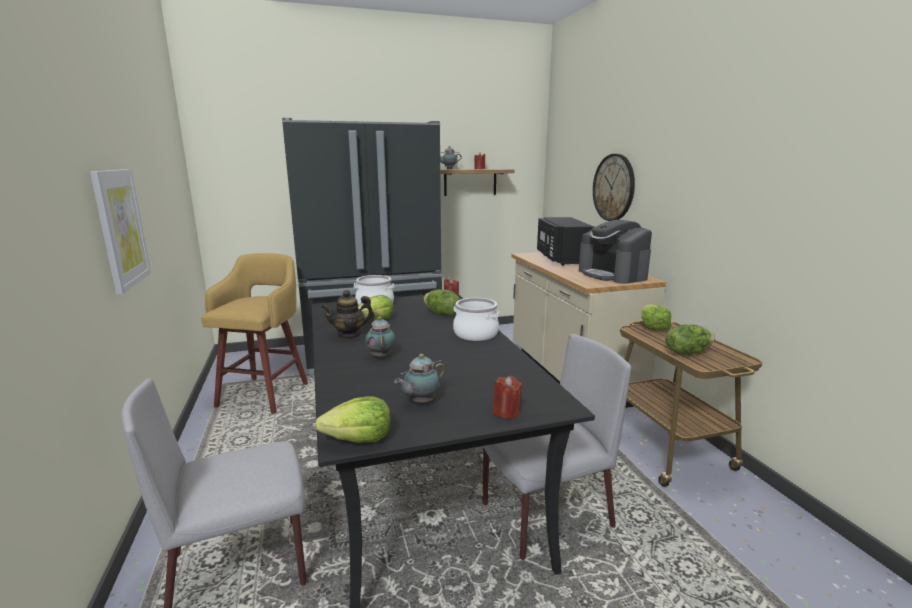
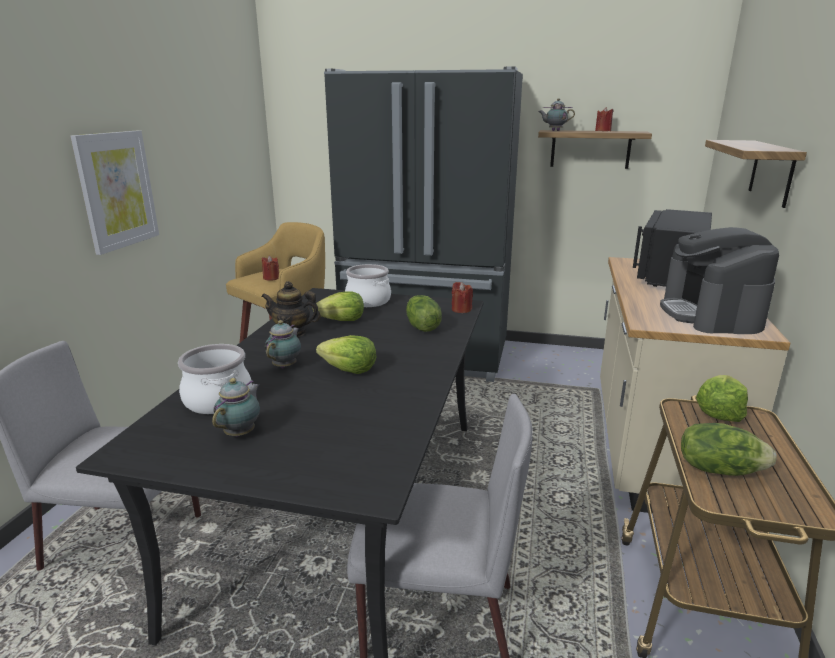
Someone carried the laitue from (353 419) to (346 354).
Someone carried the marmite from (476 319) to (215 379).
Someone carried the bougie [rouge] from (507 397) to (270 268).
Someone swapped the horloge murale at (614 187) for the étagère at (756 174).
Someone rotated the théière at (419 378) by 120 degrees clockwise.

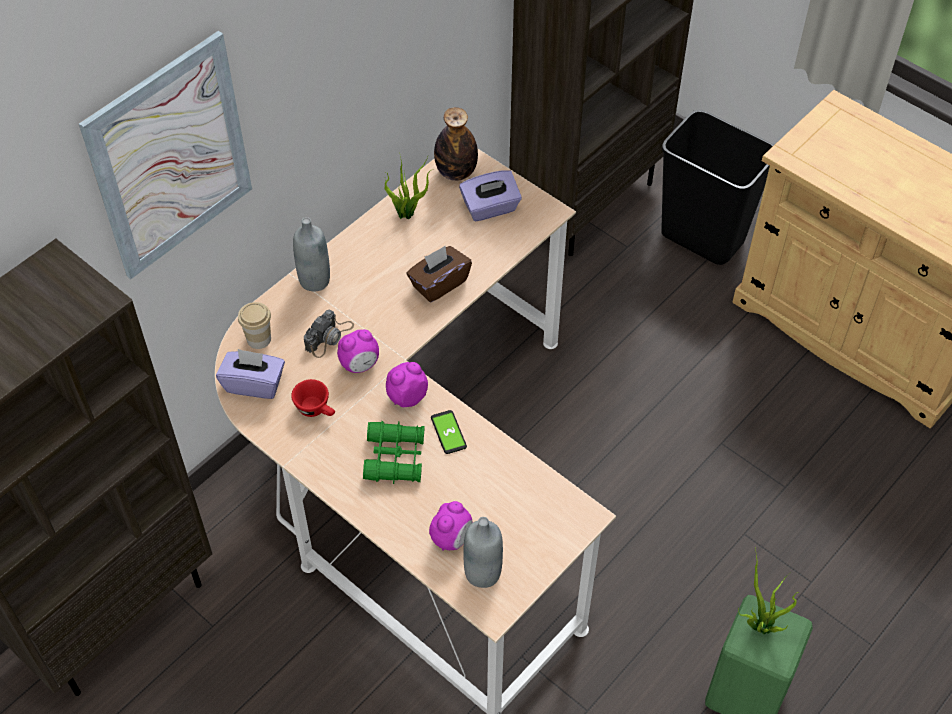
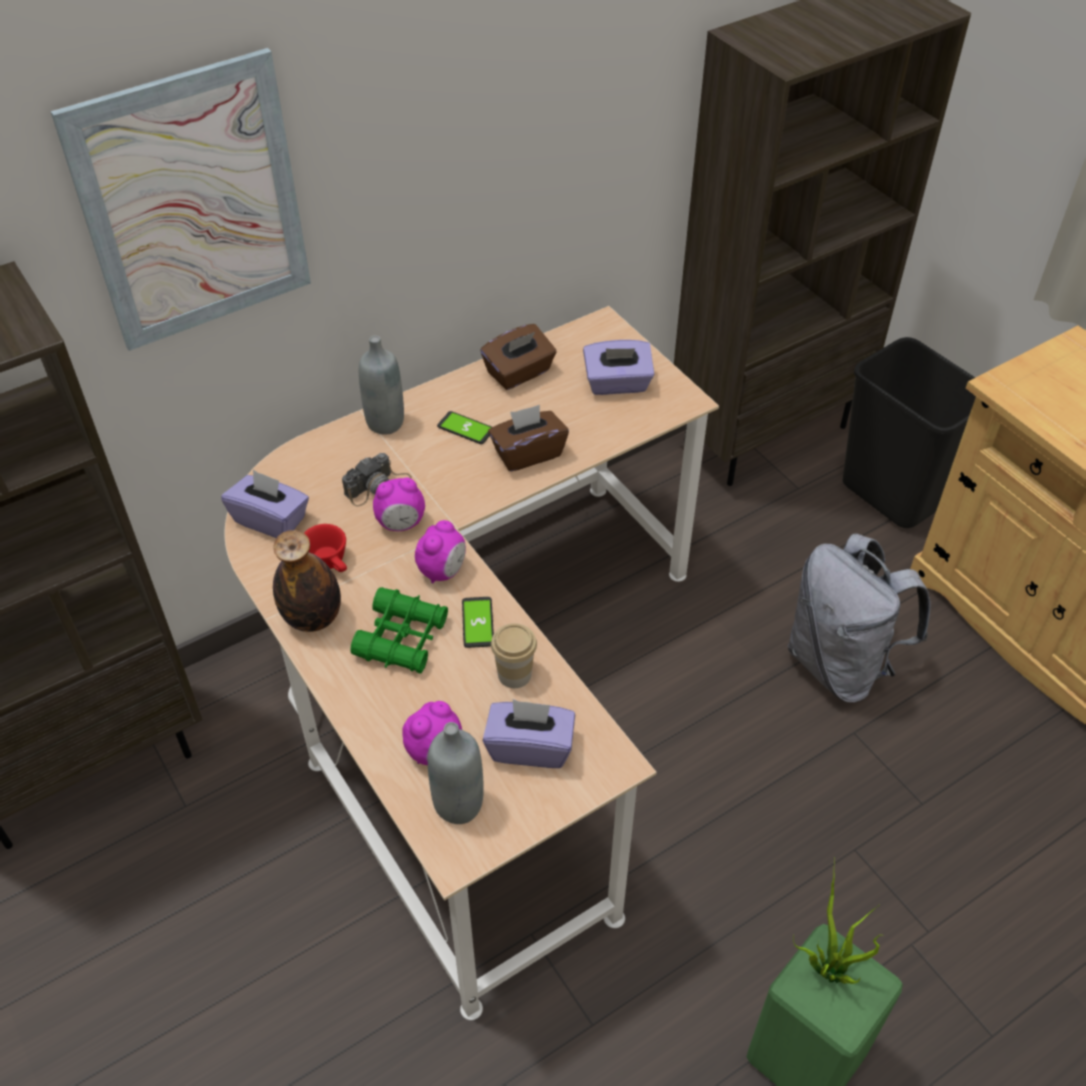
Someone put down the téléphone at (464 427).
Someone put down the boîte à mouchoirs [violet] at (529 733).
Someone put down the sac à dos [gris] at (859 617).
Someone carried the tasse from (254 325) to (514 655).
Someone carried the bouteille from (456 144) to (307 581).
Someone swapped the plante en pot at (409 188) for the boîte à mouchoirs [marron] at (518 357).
Someone rotated the réveil at (407 384) by 135 degrees clockwise.

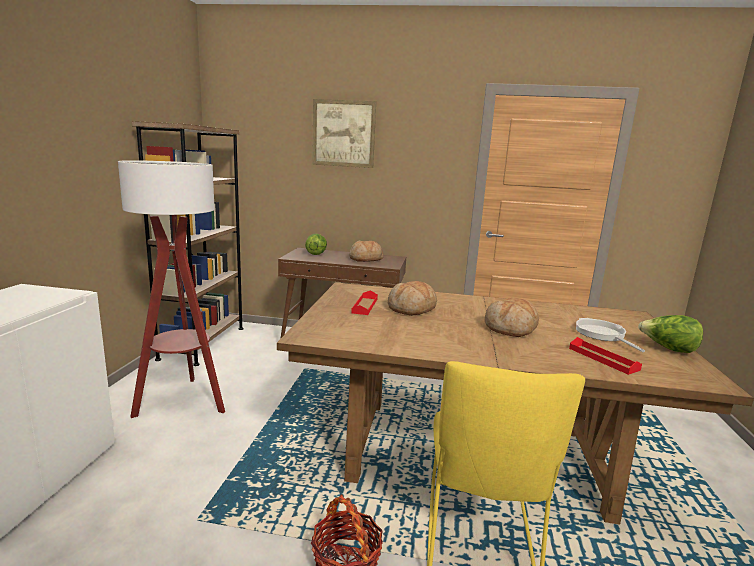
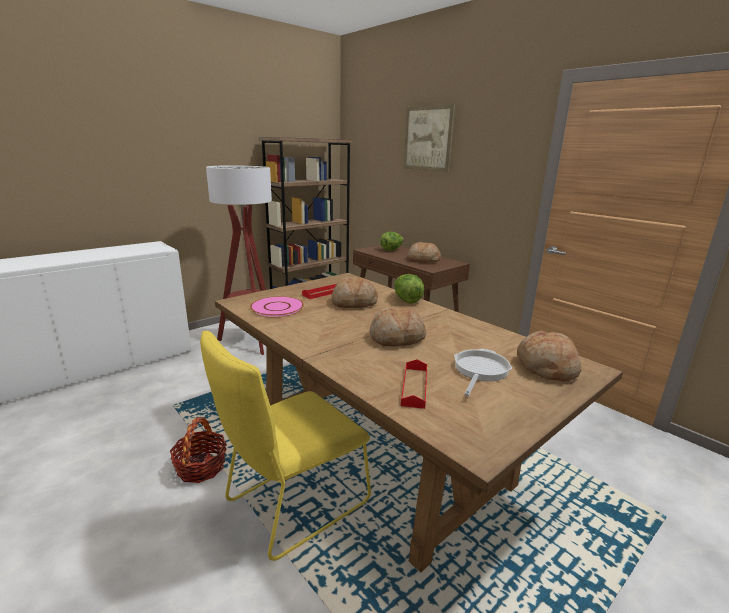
Someone put down the assiette [rose] at (277 306).
Someone put down the pain at (549 356).
Someone carried the laitue from (670 334) to (409 289).

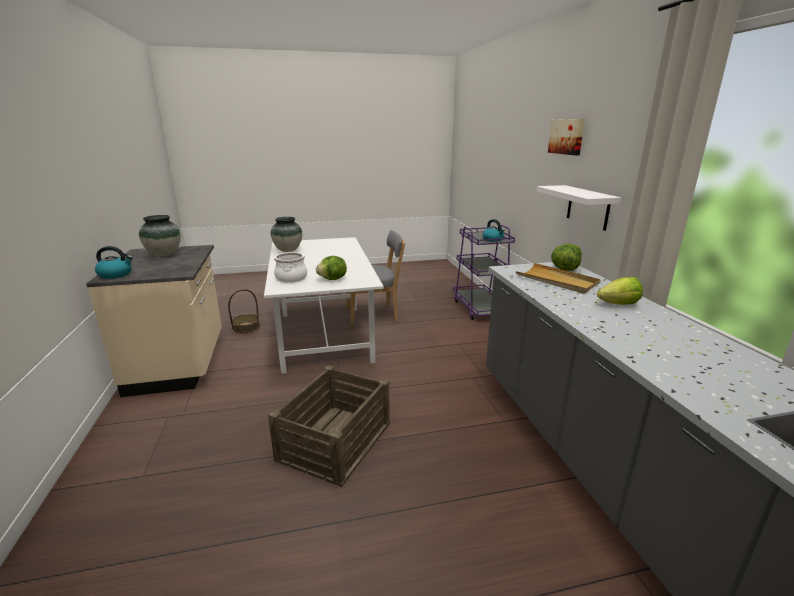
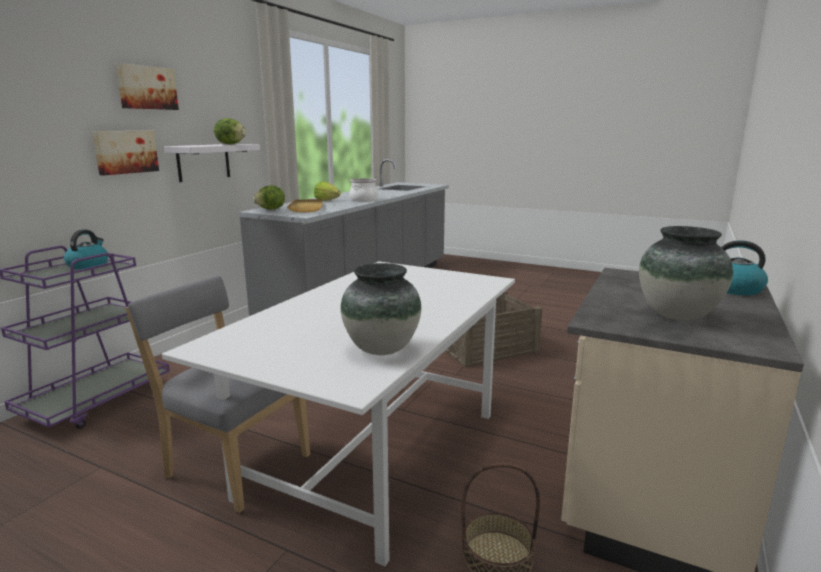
Someone put up the tableau at (125 153).
Someone carried the marmite from (290 267) to (363 190).
Someone carried the laitue from (331 268) to (230 131).

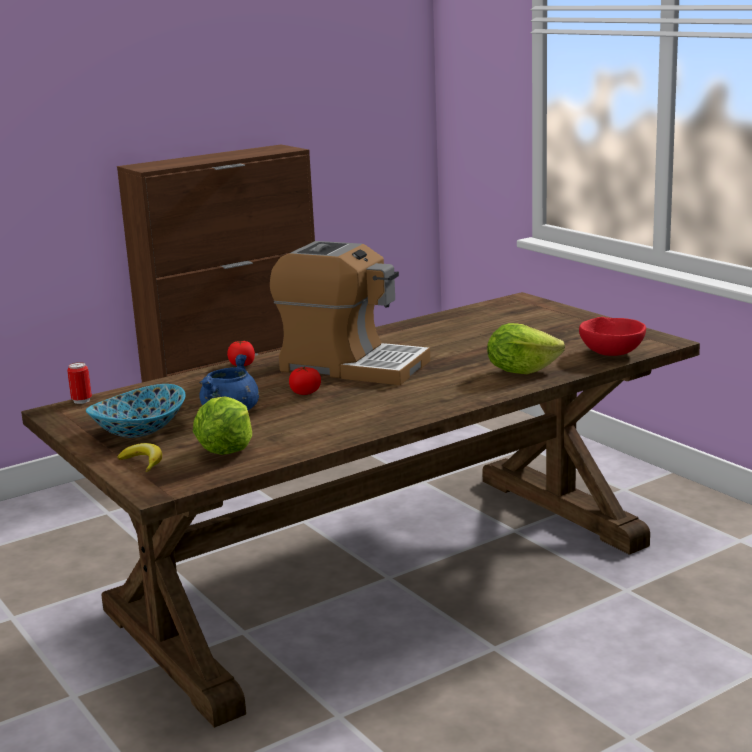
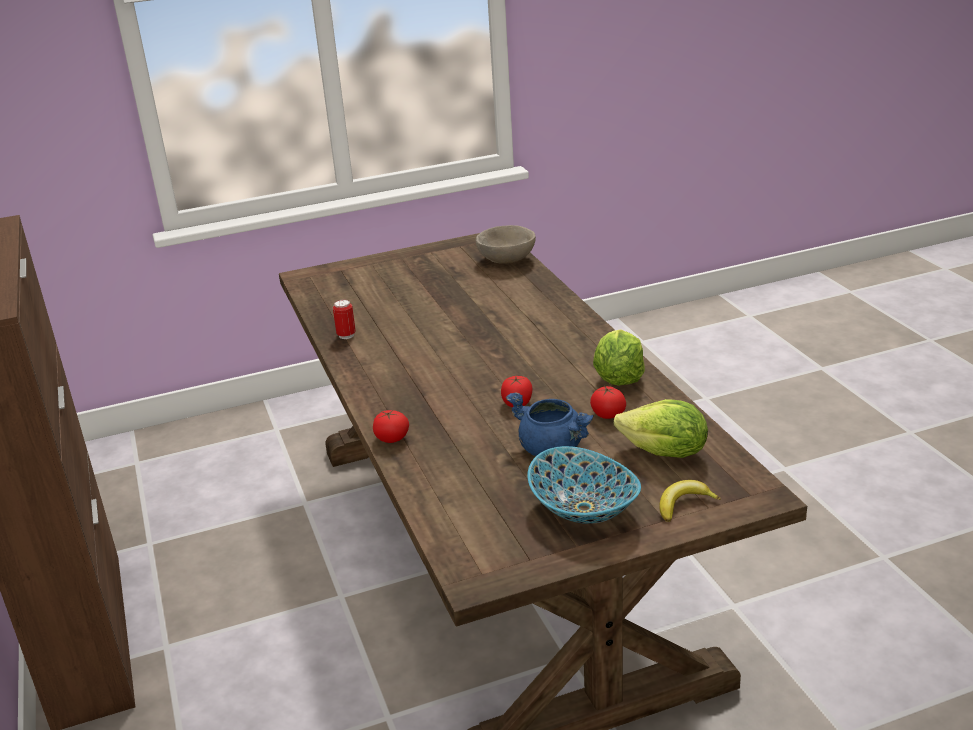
Someone took away the machine à café at (350 313).
Someone put down the tomate at (608 402).
Someone carried the boîte métallique from (79 383) to (344 319).
Someone carried the laitue from (526 348) to (619 357).
Someone repainted the bol [rouge] at (612 336), which became the bol [beige] at (505 244).

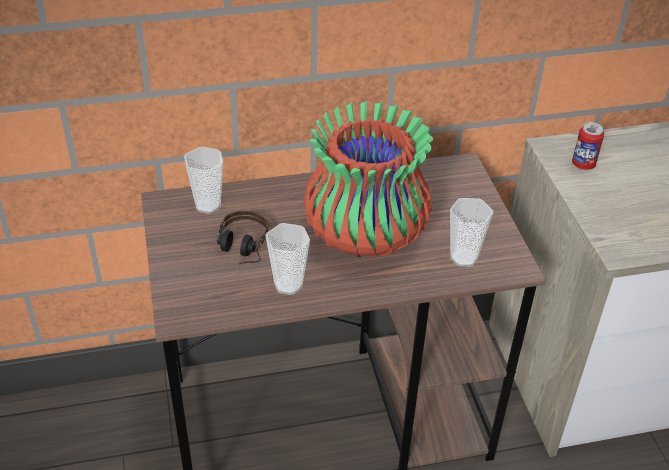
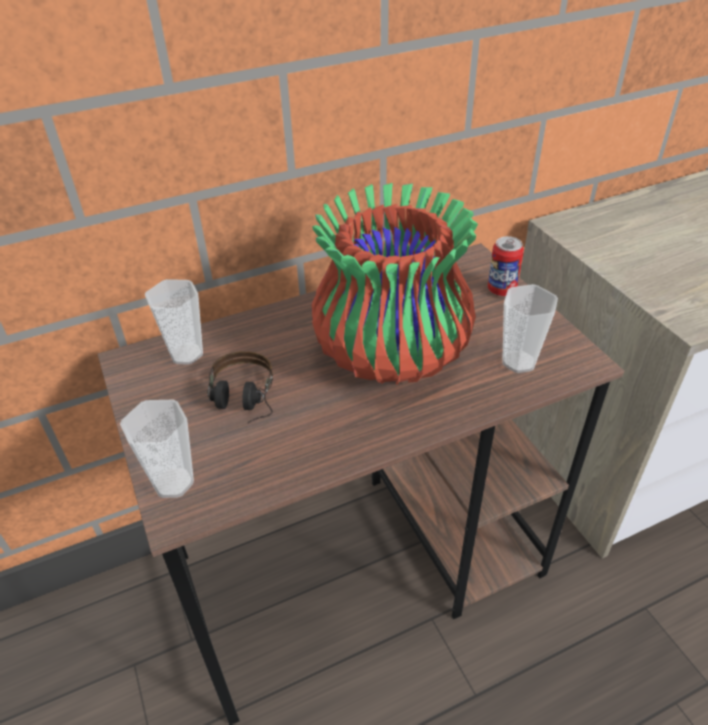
Someone carried the tasse from (287 259) to (157 449).
Someone carried the boîte métallique from (588 146) to (506 266).

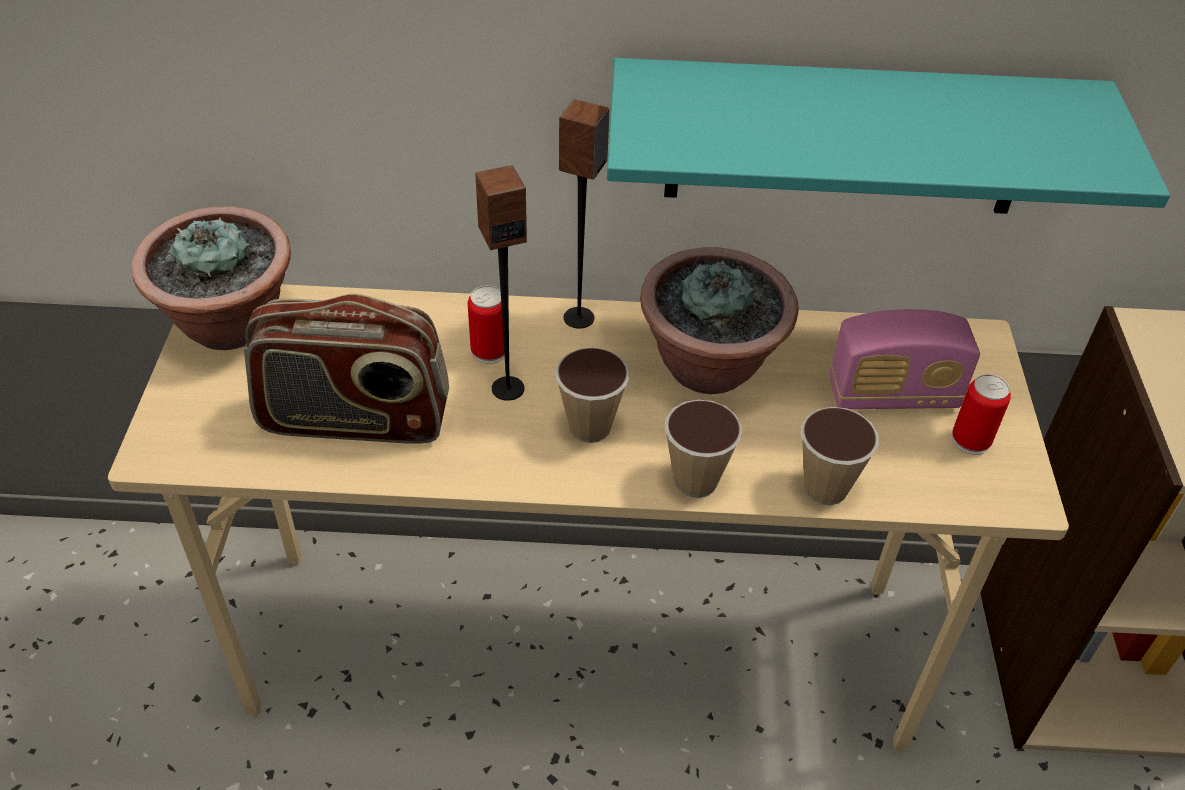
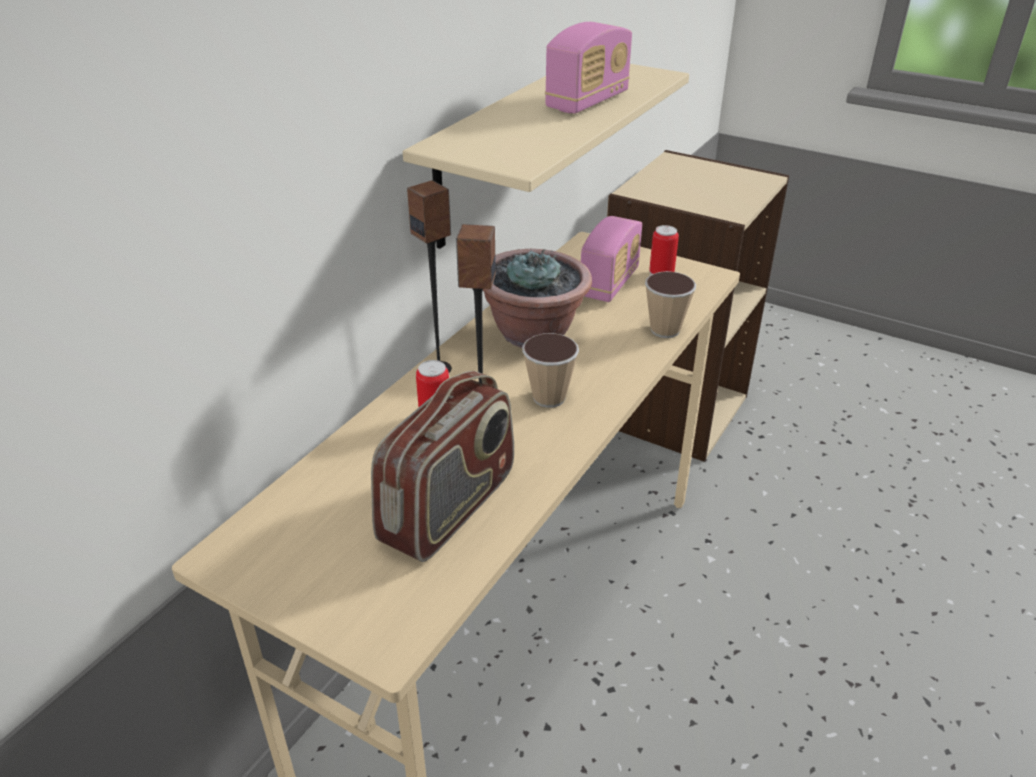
Someone took away the plante en pot at (211 278).
Someone took away the tasse at (703 448).
Someone put down the radio at (588 67).
Someone repainted the étagère [turquoise] at (888 136), which became the étagère [beige] at (546 156).

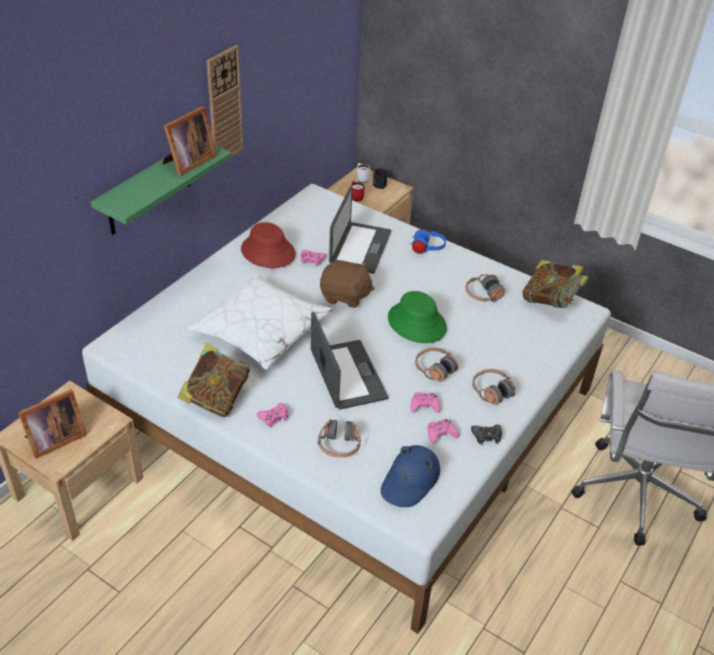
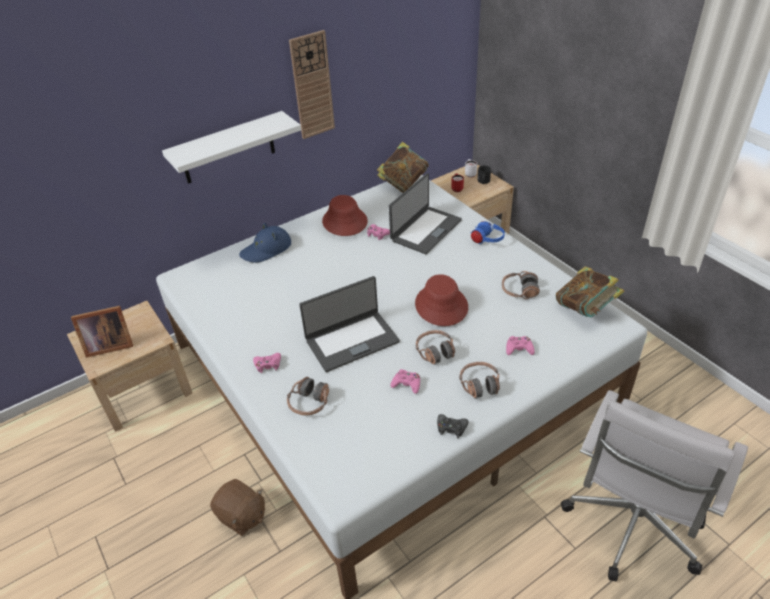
Someone took away the cadre photo at (190 141).
Someone took away the coussin [blanc] at (261 321).
Someone carried the livre from (214 380) to (403 167).
Someone carried the peluche [marron] from (347 284) to (237 507).
Someone carried the chapeau [bleu] from (410 476) to (265 243).
Someone carried the manette [rose] from (443 431) to (520 345).
Someone repainted the étagère [vert] at (161 190), which became the étagère [blanc] at (232 147).
Someone repainted the chapeau [vert] at (417 317), which became the chapeau [rouge] at (441 300).
Someone rotated the ordinateur portable at (349 361) by 60 degrees clockwise.

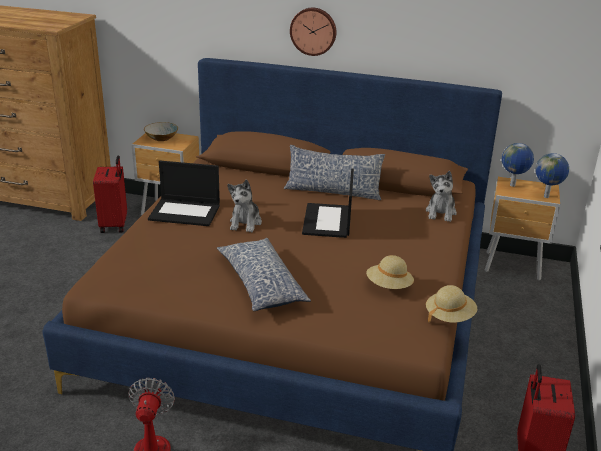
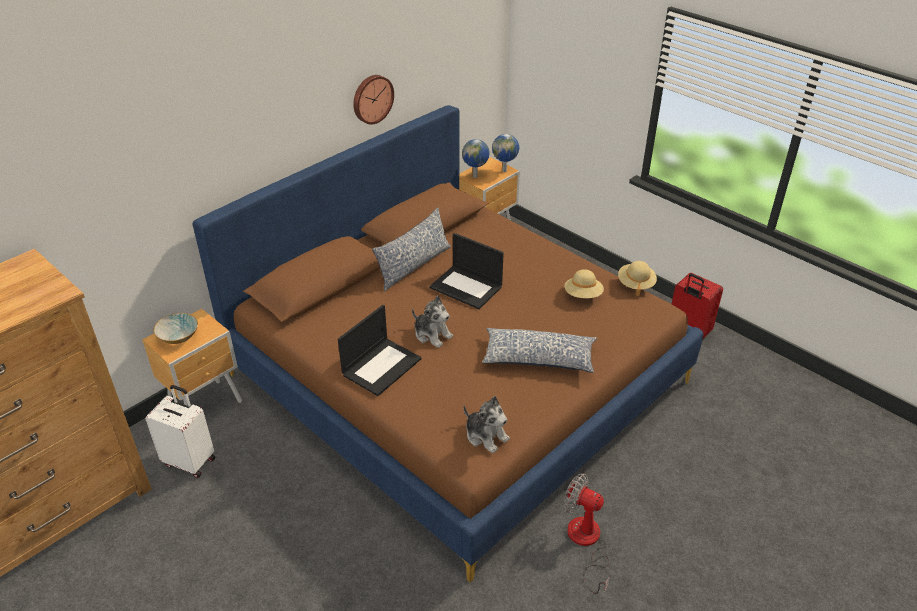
Someone carried the horloge murale from (313 32) to (373 99).
Someone carried the peluche from (441 196) to (486 424).
Someone repainted the valise [rouge] at (110 194), which became the valise [blanc] at (180 431).

